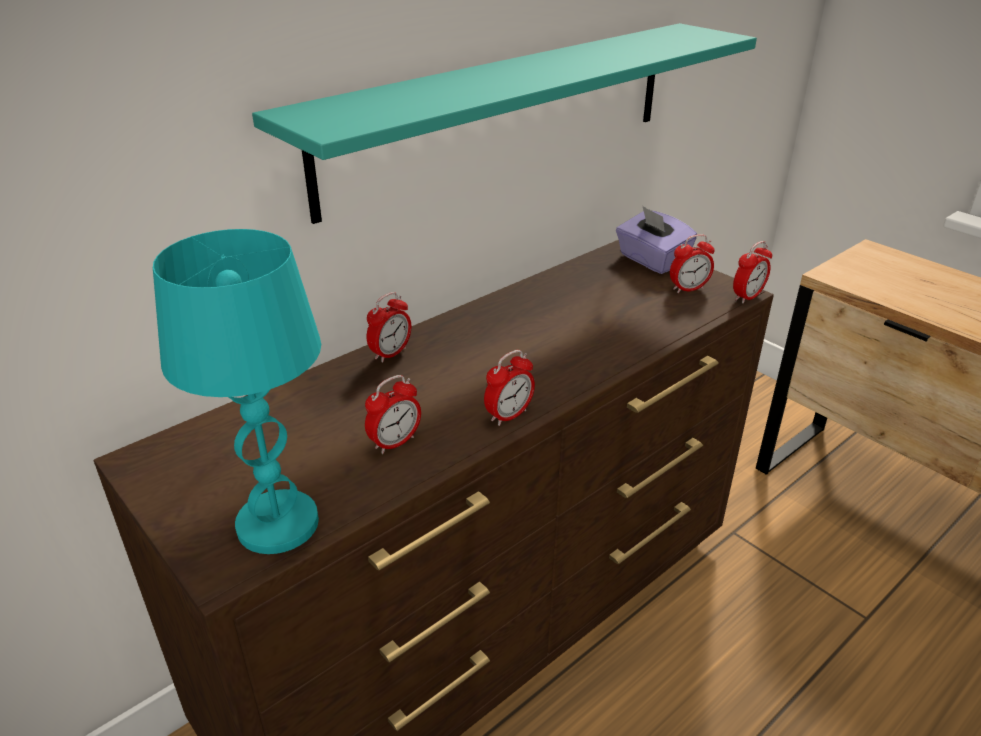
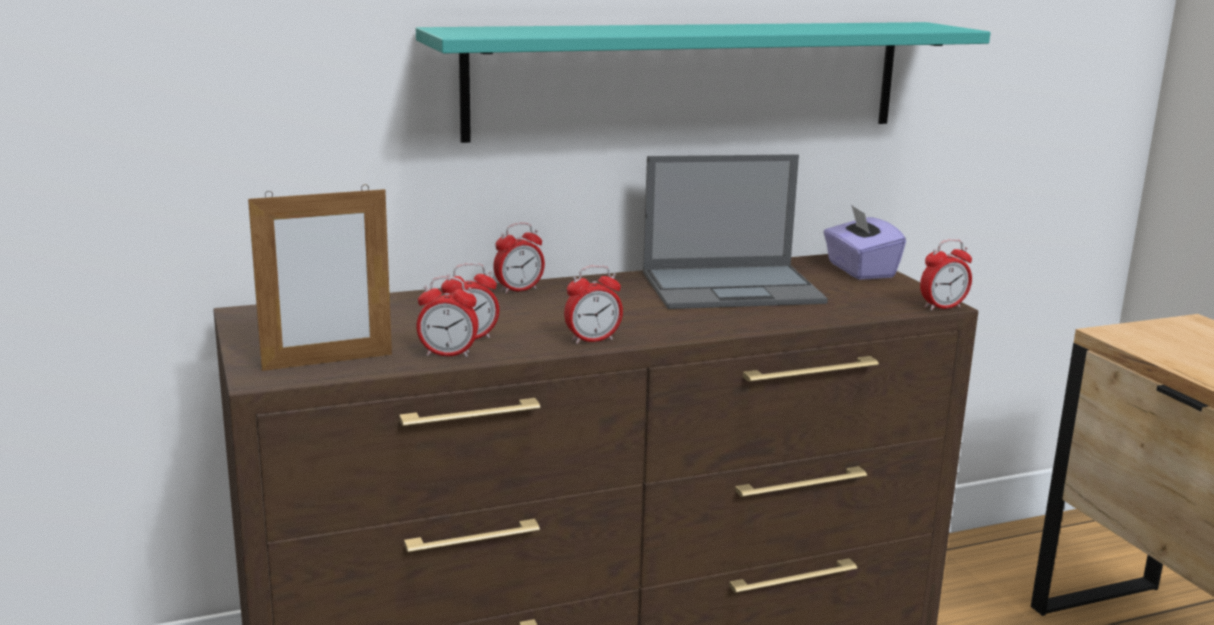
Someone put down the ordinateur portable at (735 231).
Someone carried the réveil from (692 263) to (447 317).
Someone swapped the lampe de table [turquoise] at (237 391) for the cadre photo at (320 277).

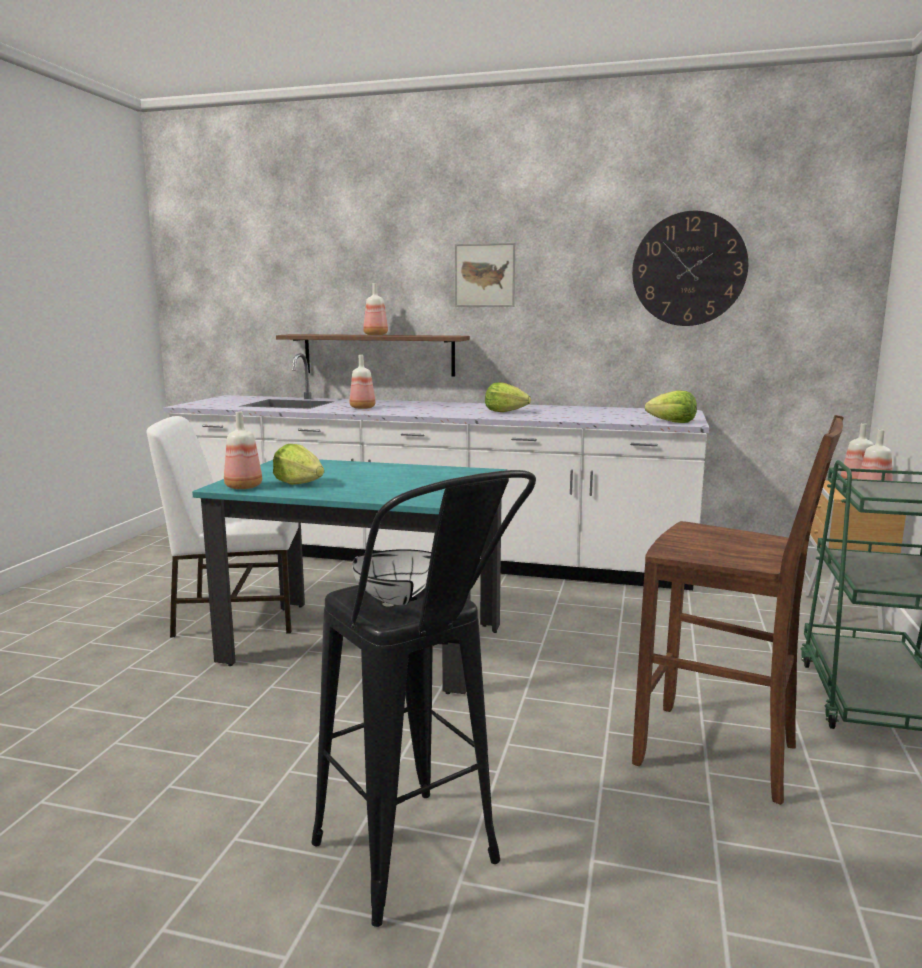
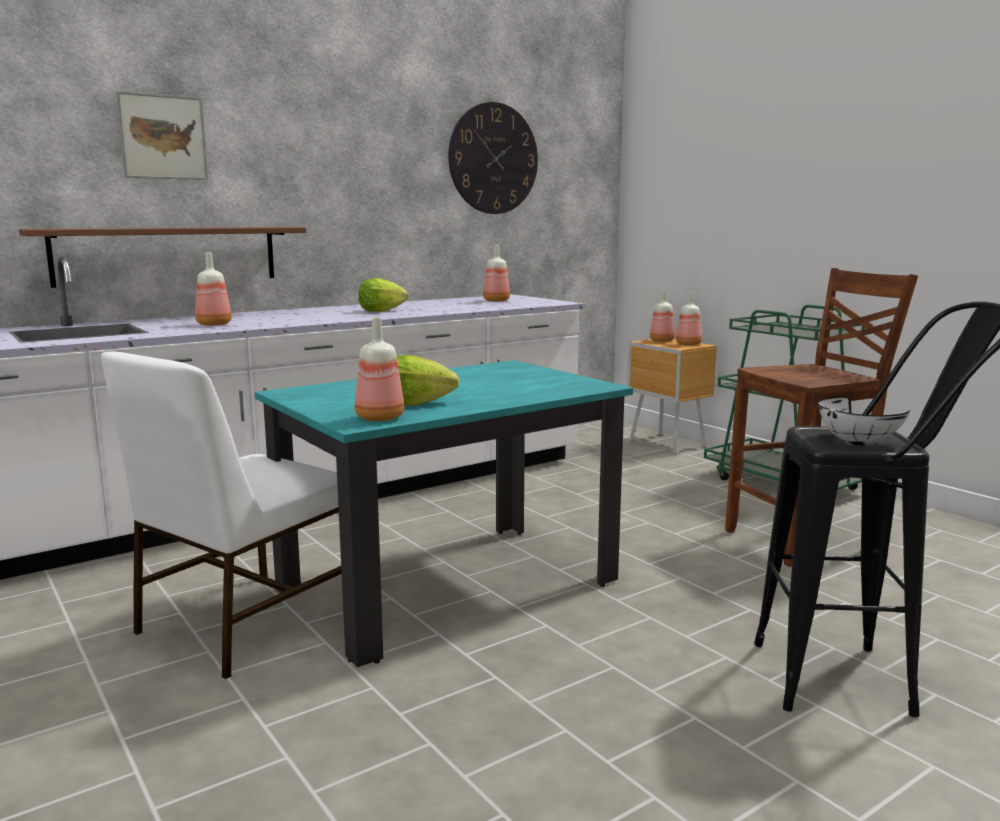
Someone took away the laitue at (671 406).
Someone carried the bouteille from (375 309) to (496 273).
Someone carried the tableau from (485 275) to (162 135).

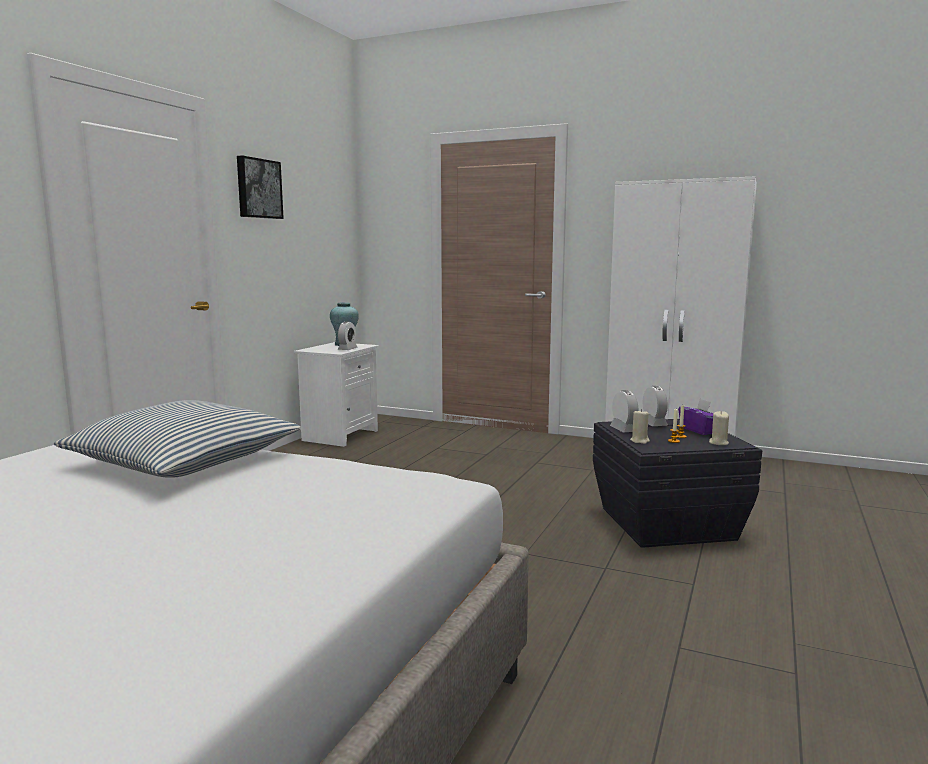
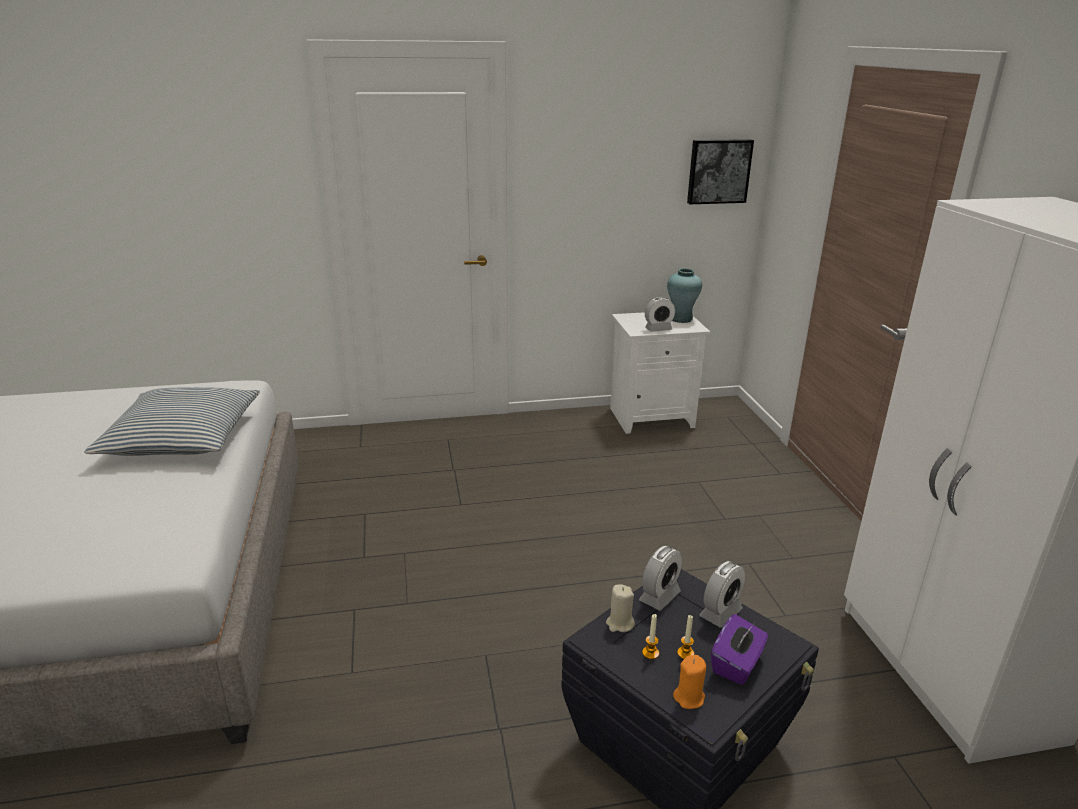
Someone carried the tableau from (260 187) to (720 171).
Someone repainted the bougie [beige] at (719 428), which became the bougie [orange] at (689 682).

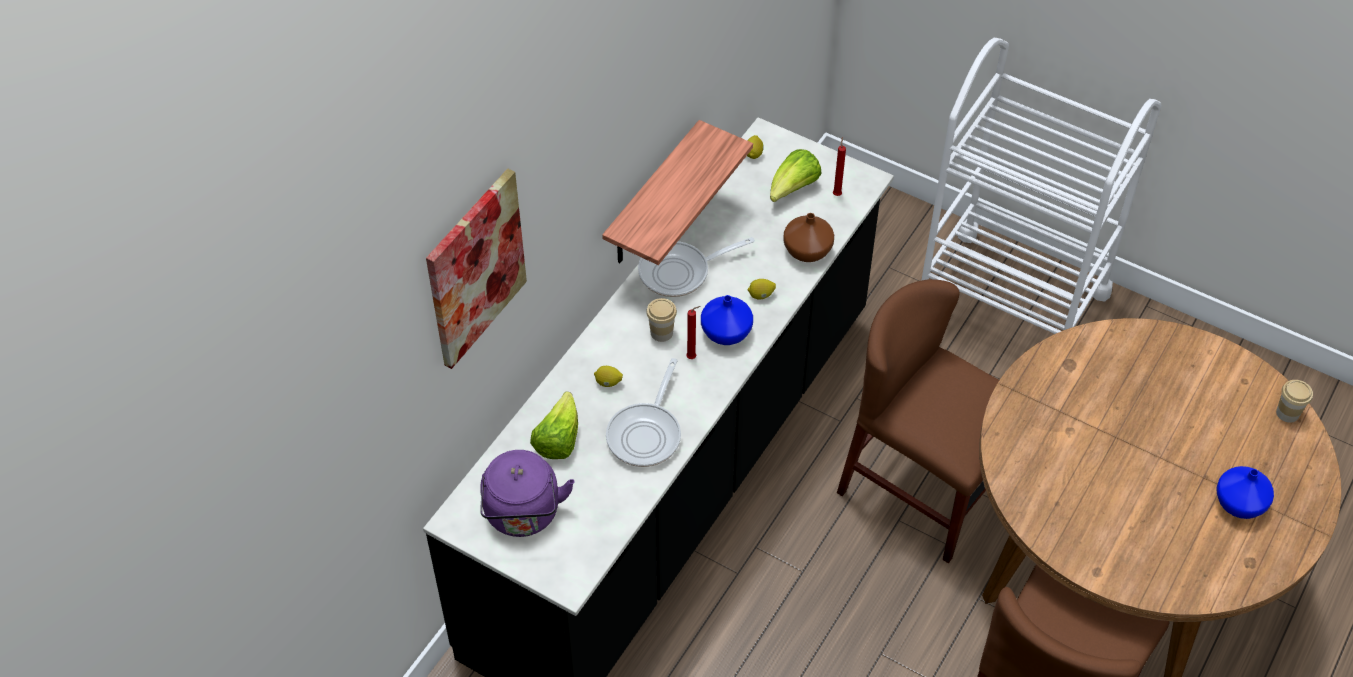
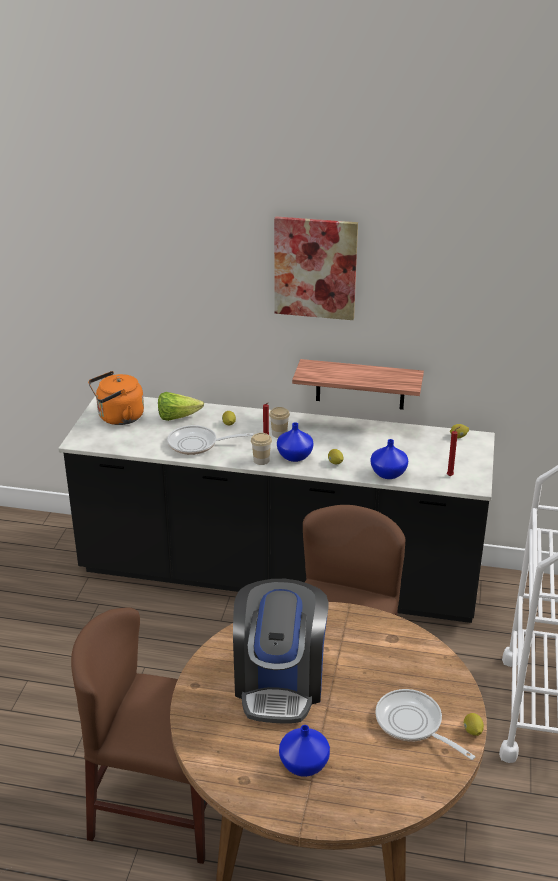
Someone took away the laitue at (796 175).
Someone put down the machine à café at (281 651).
Someone put down the citron at (474 724).
Someone carried the tableau from (476 269) to (316 268).
Someone carried the poêle from (696 267) to (425 724).
Someone carried the tasse from (1294 401) to (261 449).
Someone repainted the bouilloire [violet] at (527 493), which became the bouilloire [orange] at (116 398).
Someone repainted the vase [marron] at (808 237), which became the vase [bleu] at (389 459).

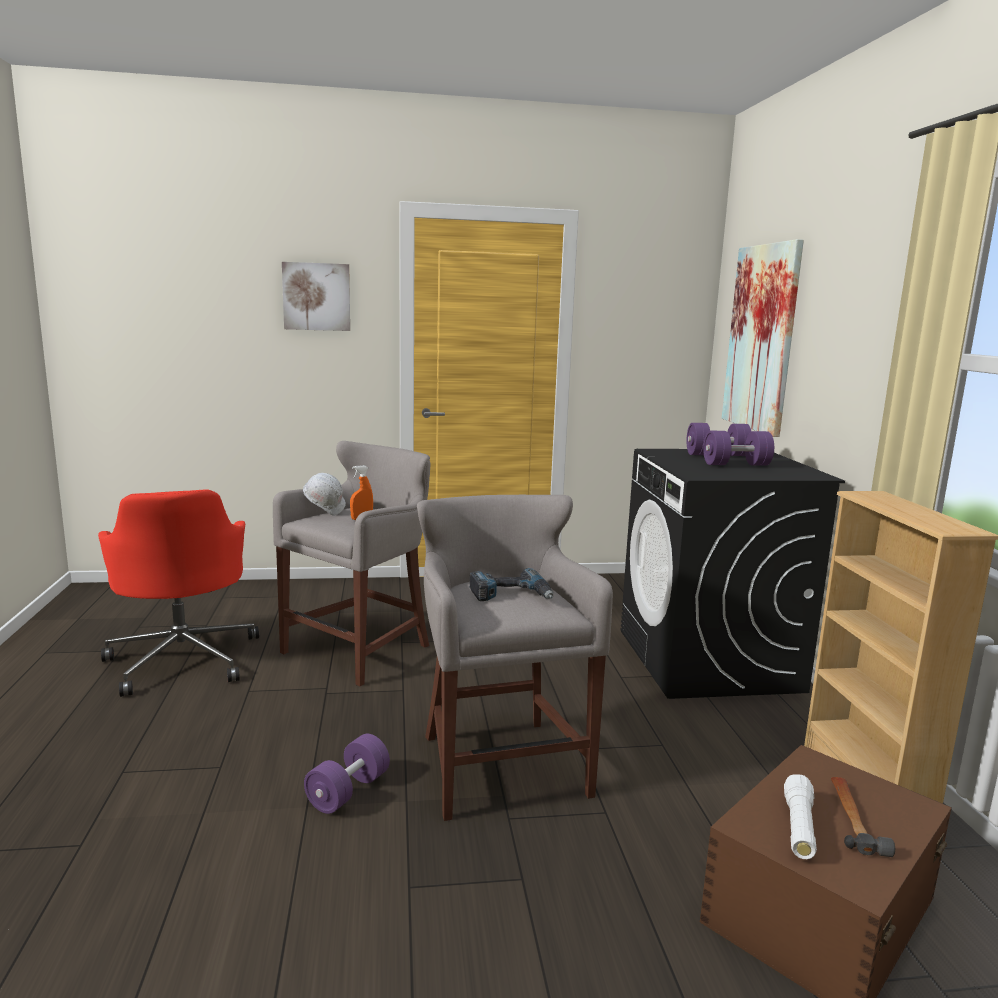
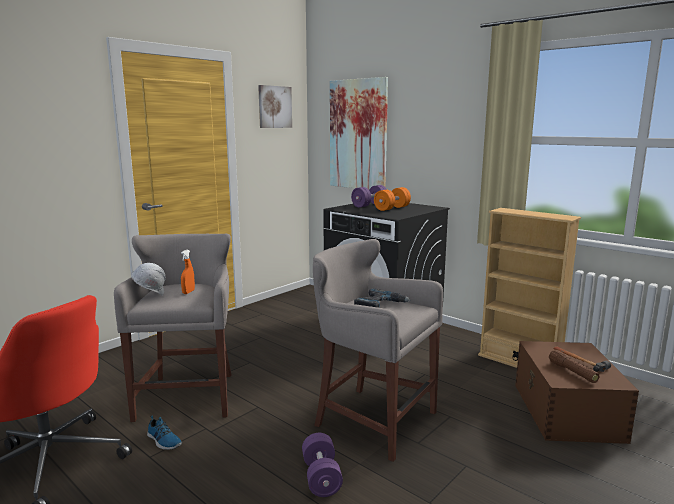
Someone put down the chaussure at (164 432).
Someone carried the tableau from (316 296) to (275 106).
Someone repainted the haltère [violet] at (738 448), which became the haltère [orange] at (392 199).
Someone repainted the lampe de poche [blanc] at (800 816), which became the lampe de poche [marron] at (574 366).

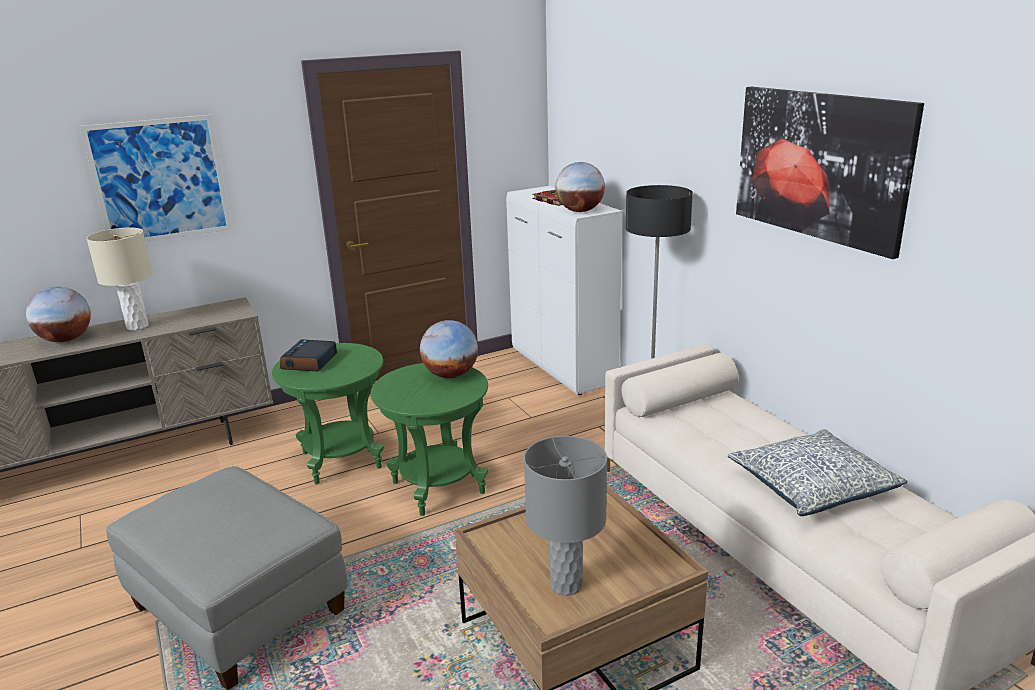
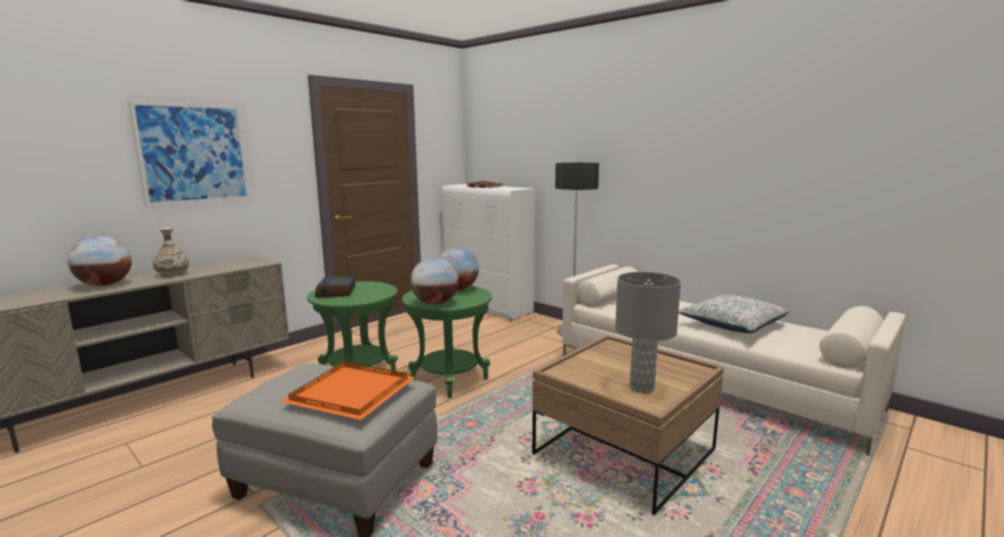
Someone took away the tableau at (830 173).
Someone put down the plateau [orange] at (347 391).
Someone carried the globe from (580 187) to (435 281).
Someone swapped the lampe de table [beige] at (119 279) for the vase at (171 252).

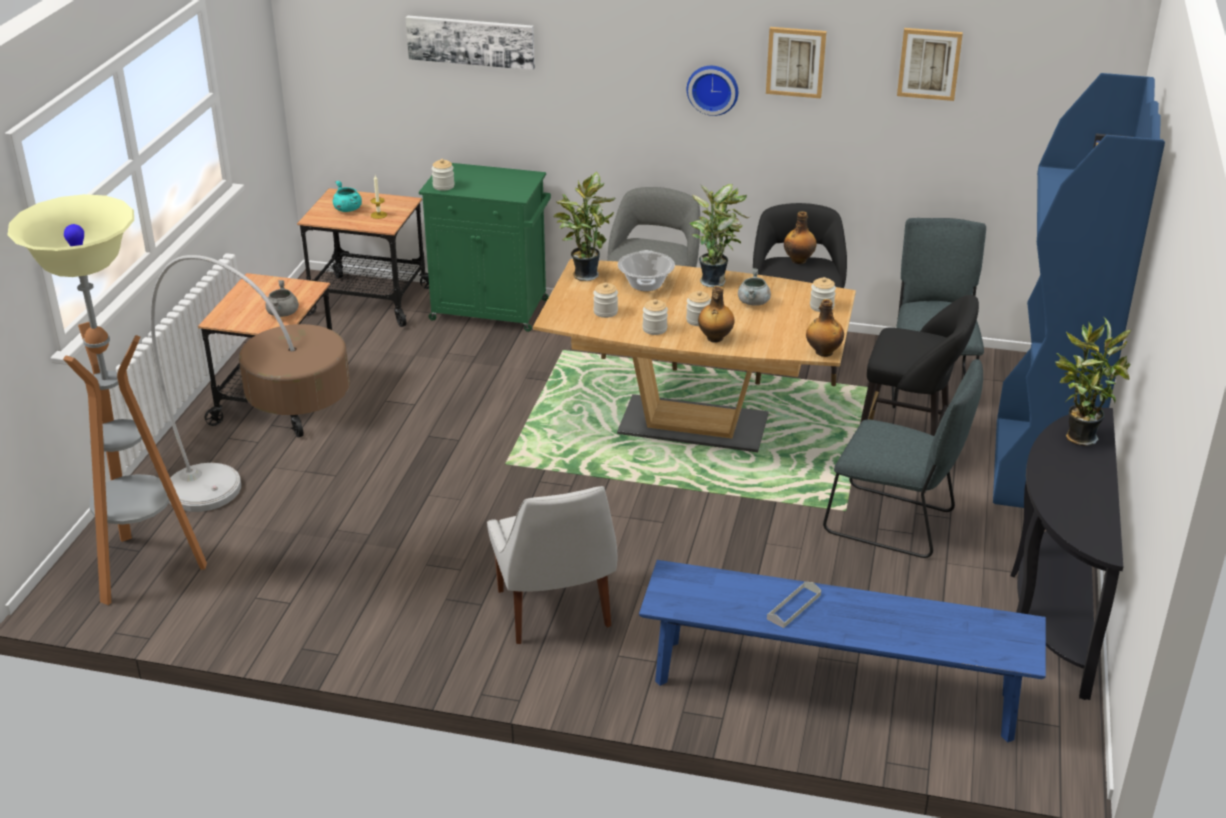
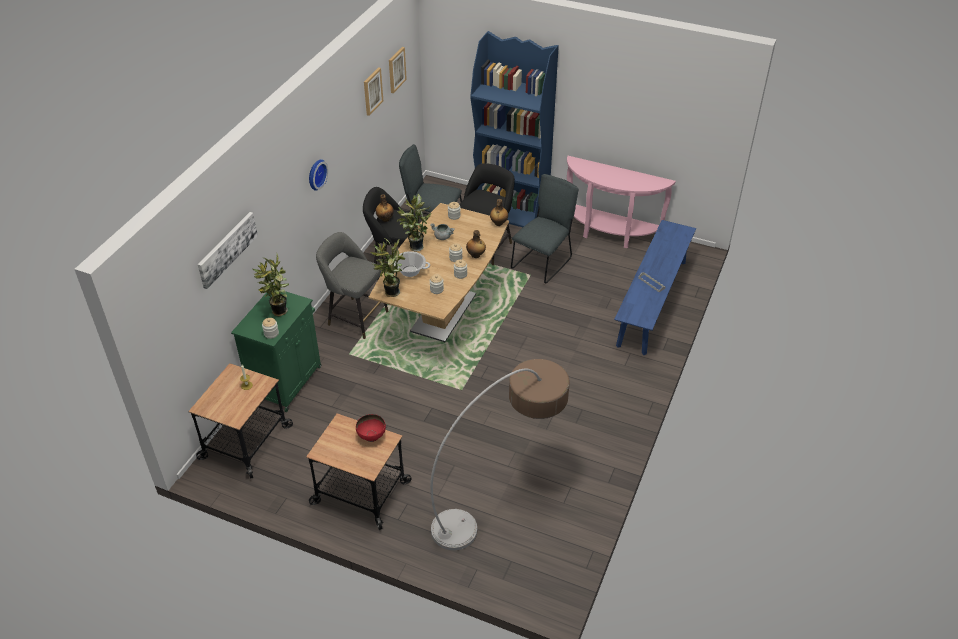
Someone took away the lampadaire at (107 399).
Someone took away the marmite [turquoise] at (347 196).
Someone took away the chaise [blanc] at (552 565).
Someone carried the tableau from (796 63) to (398 70).
Someone carried the plante en pot from (1093 381) to (270 285).
Someone swapped the marmite [gris] at (282 298) for the bol [rouge] at (371 428).
Someone repainted the table console [noir] at (1066 554), which became the table console [rose] at (621 202).

